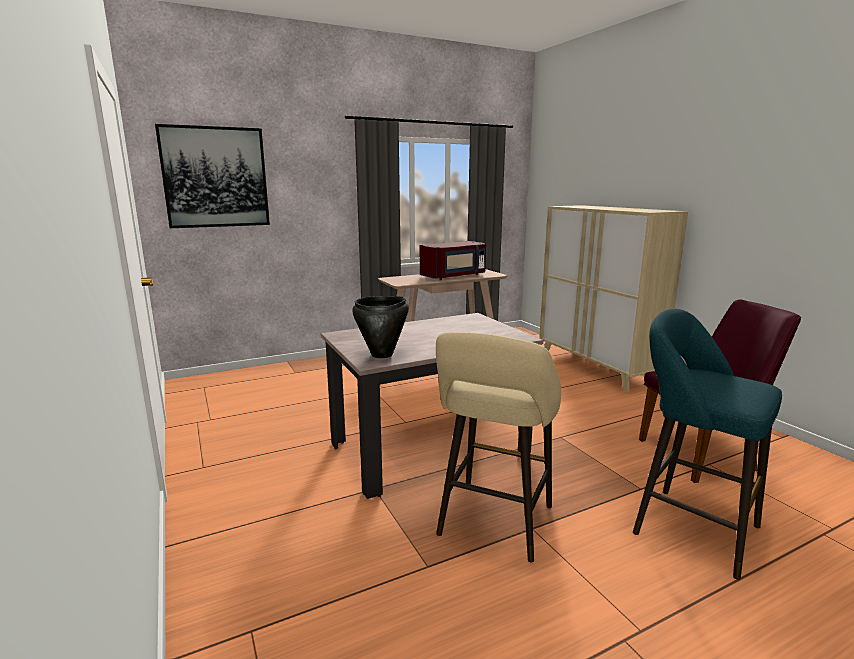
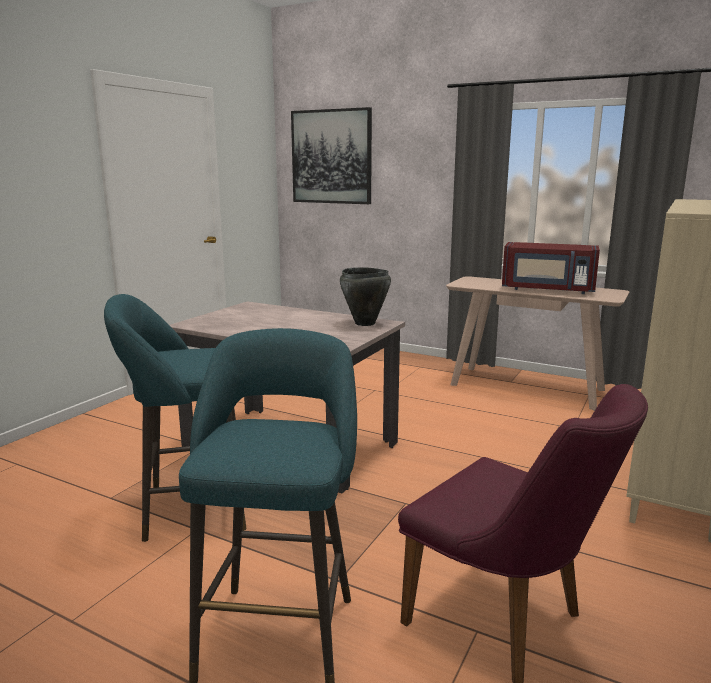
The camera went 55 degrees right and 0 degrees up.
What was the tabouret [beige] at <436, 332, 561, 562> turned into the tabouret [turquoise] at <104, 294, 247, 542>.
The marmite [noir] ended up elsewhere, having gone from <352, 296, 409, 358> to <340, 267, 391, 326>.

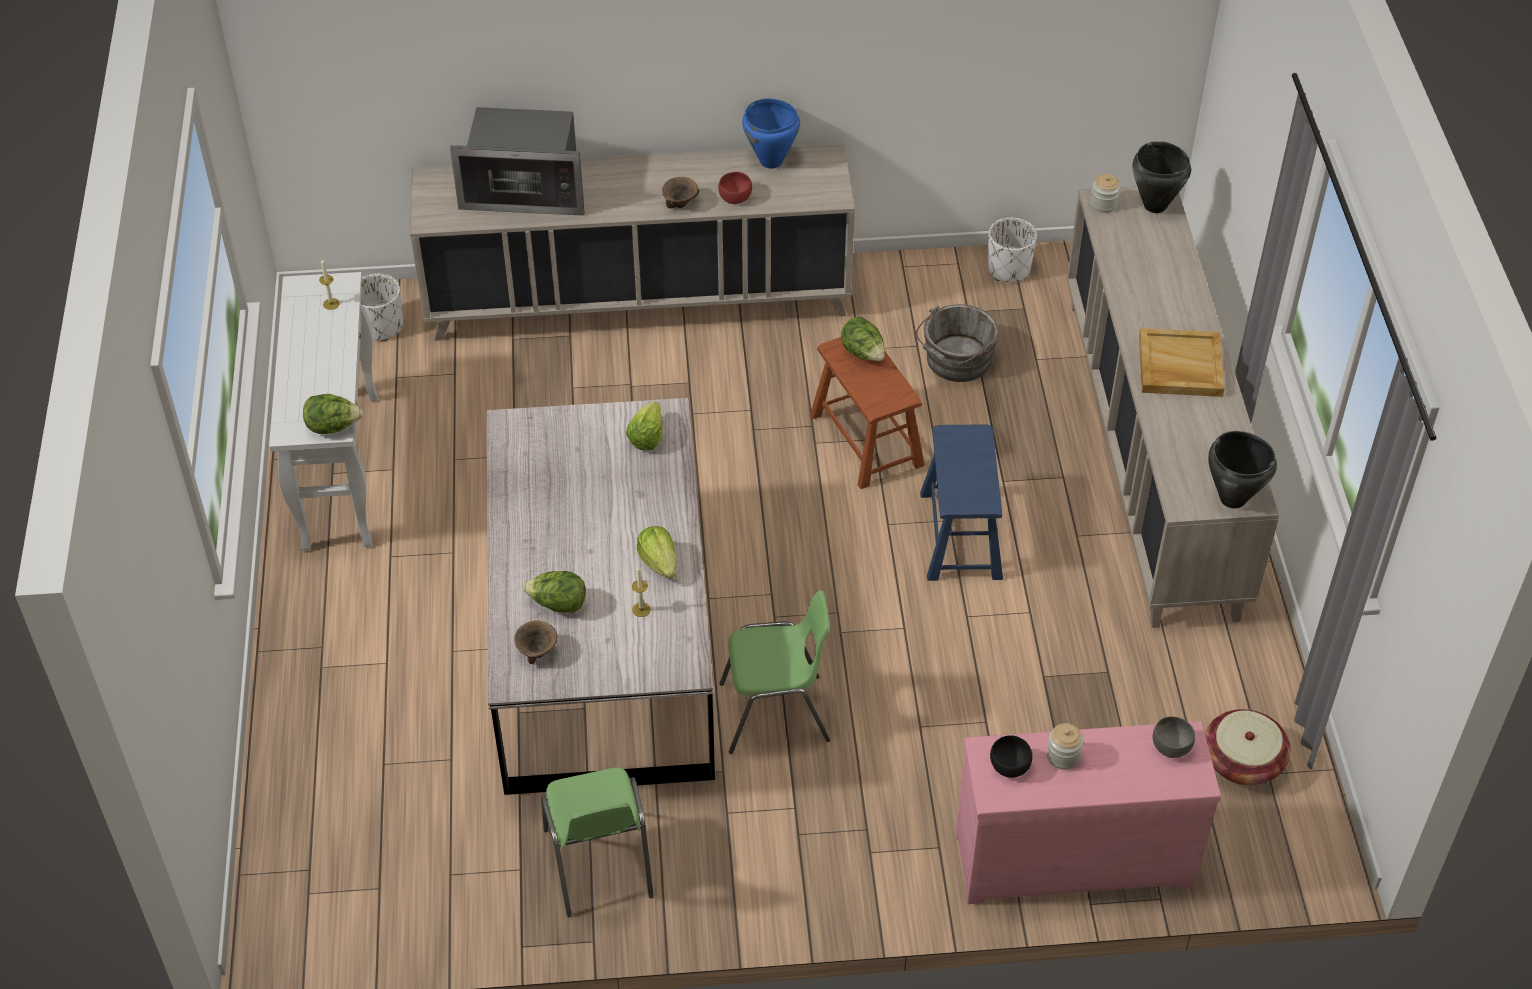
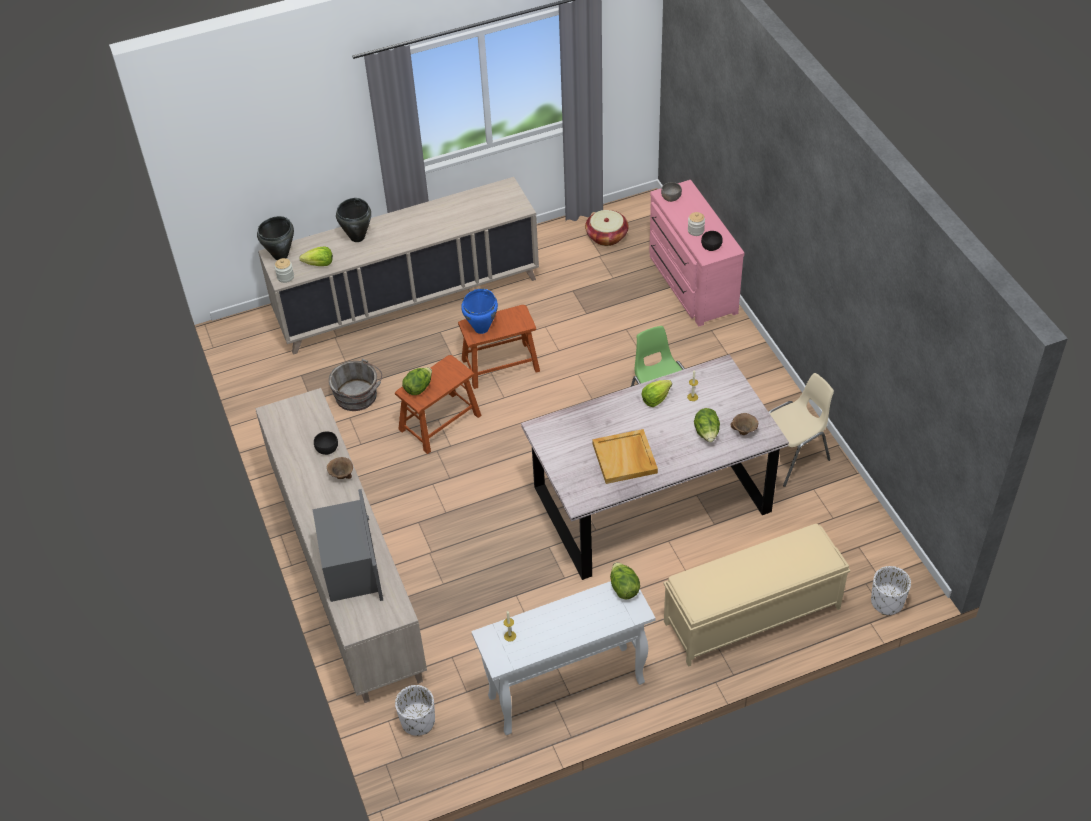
The camera went 105 degrees left and 0 degrees up.
The laitue ended up elsewhere, having gone from <626, 401, 663, 451> to <299, 247, 333, 266>.
What was the bol [rouge] at <718, 172, 752, 204> turned into the bol [noir] at <314, 431, 338, 455>.
The marmite [noir] ended up elsewhere, having gone from <1208, 431, 1277, 509> to <336, 198, 371, 242>.
What was the tabouret [bleu] at <920, 424, 1003, 581> turned into the tabouret [marron] at <458, 305, 540, 389>.
The marmite [bleu] ended up elsewhere, having gone from <742, 98, 800, 169> to <461, 289, 498, 334>.
The plateau [beige] ended up elsewhere, having gone from <1139, 328, 1225, 397> to <592, 429, 658, 484>.
The second view gained the banc [beige] at <663, 524, 850, 667>.
What was the chaise [vert] at <541, 767, 654, 917> turned into the chaise [beige] at <769, 373, 834, 487>.
The cache-pot [blanc] ended up elsewhere, having gone from <988, 217, 1037, 282> to <871, 566, 911, 615>.

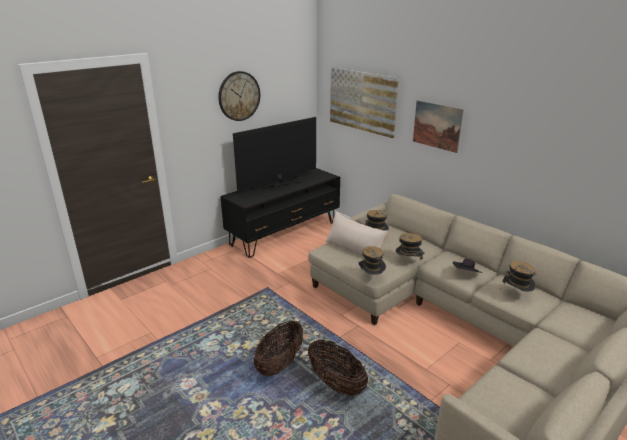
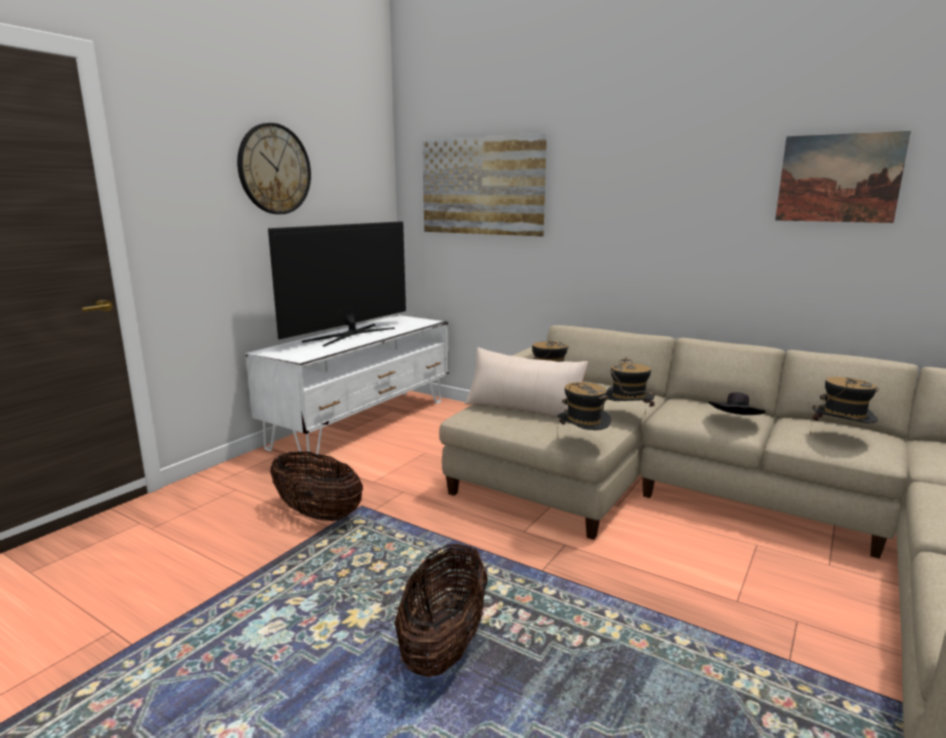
The camera went 15 degrees left and 10 degrees down.
What was the meuble télé [noir] at <220, 168, 340, 258> turned into the meuble télé [blanc] at <245, 315, 449, 461>.
The panier ended up elsewhere, having gone from <308, 339, 368, 396> to <270, 452, 363, 521>.
The tableau ended up elsewhere, having gone from <413, 100, 464, 153> to <775, 131, 911, 223>.

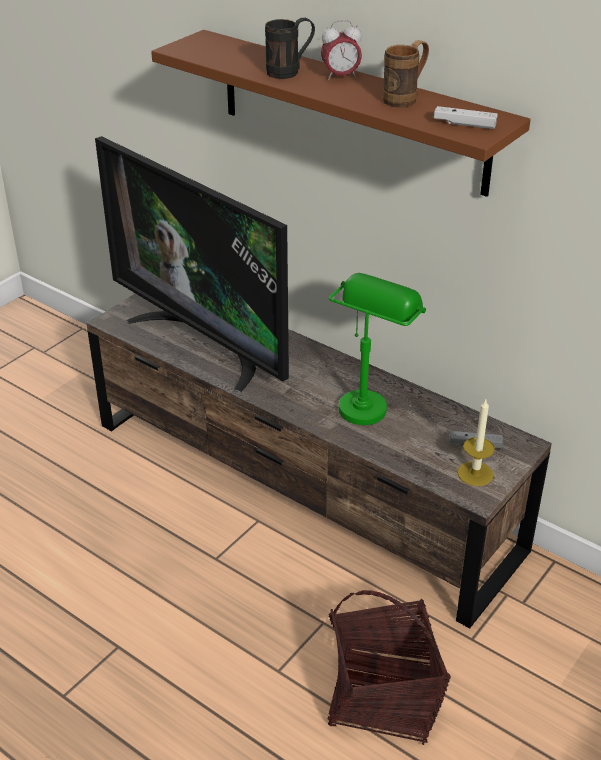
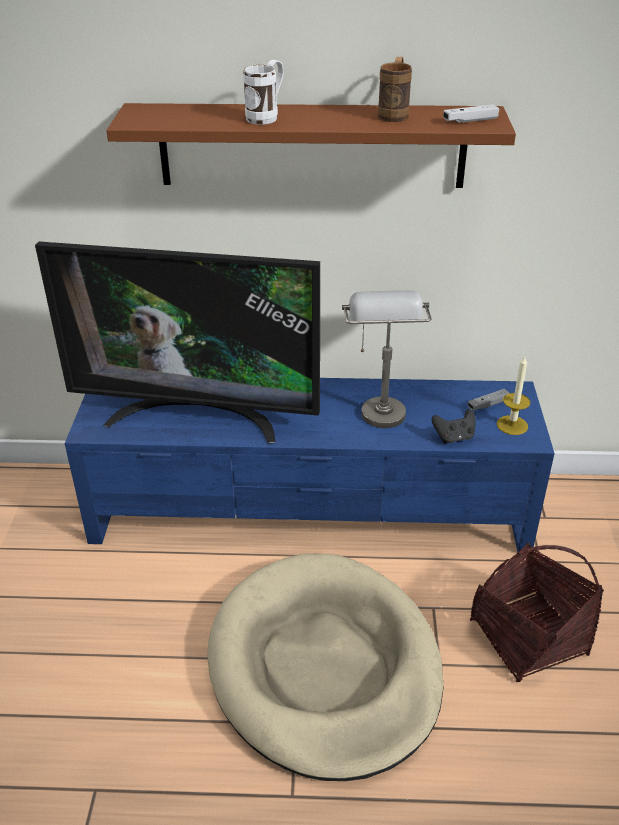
The camera went 35 degrees left and 0 degrees up.
What was the meuble télé [marron] at <86, 294, 552, 629> turned into the meuble télé [bleu] at <65, 378, 555, 553>.
The second view gained the panier pour chien [beige] at <207, 554, 444, 781>.
What was the mug [noir] at <265, 18, 315, 79> turned into the mug [blanc] at <243, 60, 284, 125>.
What was the lampe de table [vert] at <329, 273, 426, 425> turned into the lampe de table [gris] at <342, 290, 431, 428>.
The second view gained the manette [noir] at <432, 409, 475, 444>.
The second view lost the réveil at <321, 20, 362, 81>.

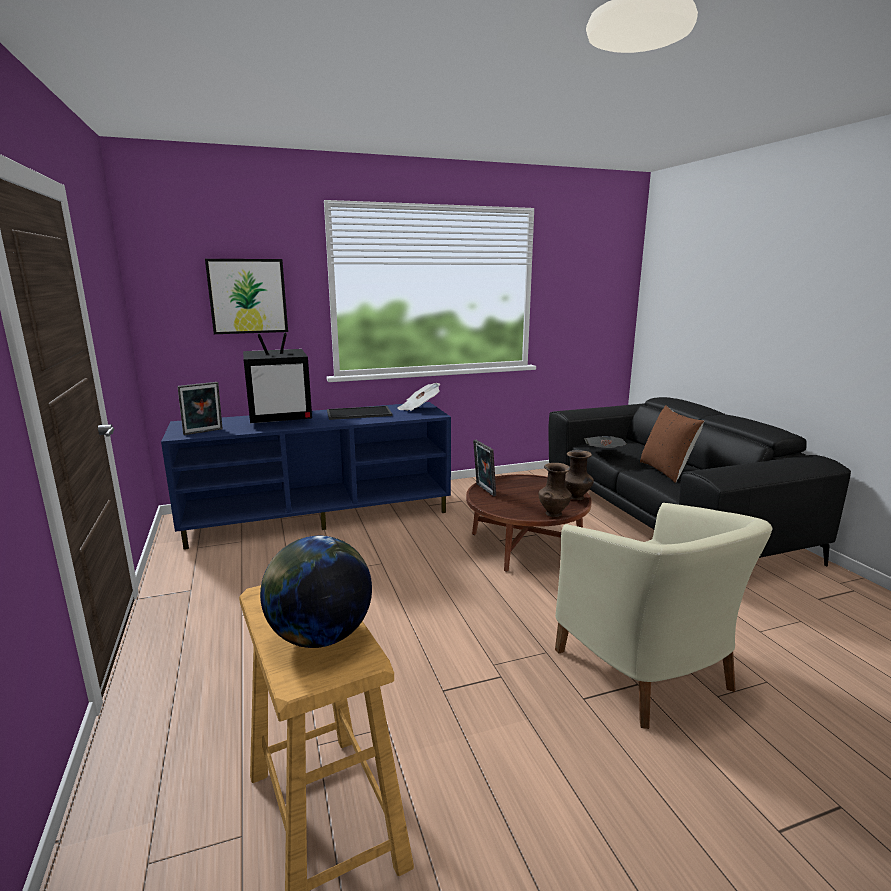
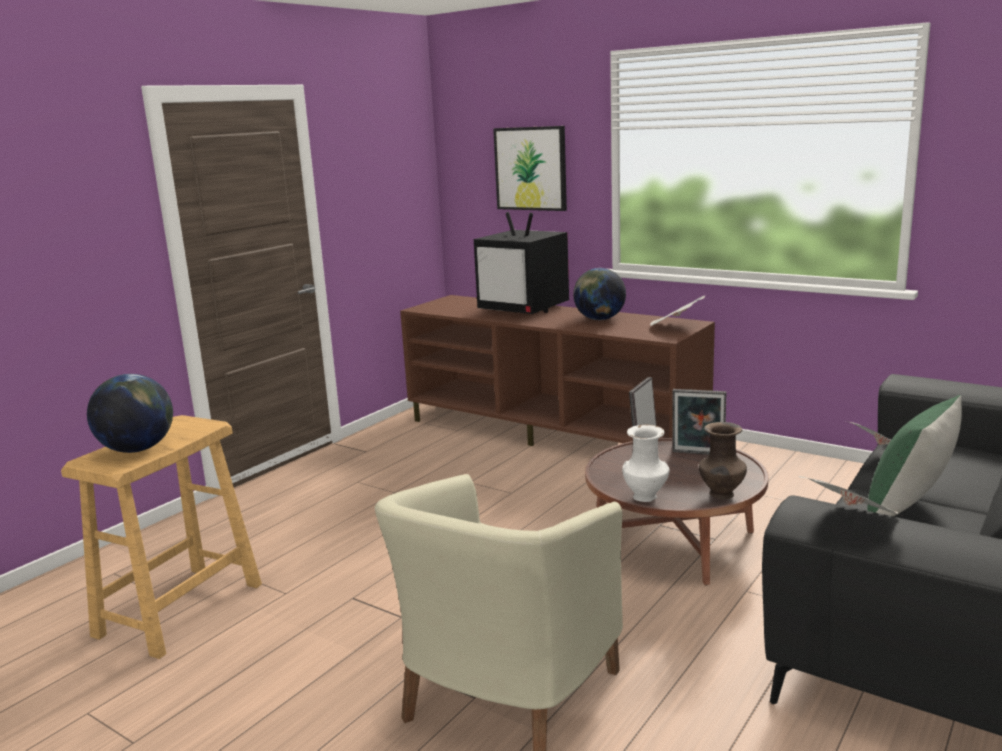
The camera went 55 degrees right and 0 degrees up.
What was the meuble télé [bleu] at <161, 402, 451, 550> turned into the meuble télé [marron] at <400, 295, 715, 446>.
Where the plateau stood at <327, 406, 392, 420>, the globe came to stand at <573, 268, 626, 320>.
What was the vase [marron] at <539, 463, 572, 517> turned into the vase [blanc] at <622, 425, 669, 502>.
The cadre photo ended up elsewhere, having gone from <177, 382, 223, 435> to <672, 389, 726, 455>.
The second view gained the journal at <798, 476, 901, 516>.
What was the coussin [marron] at <640, 405, 704, 483> turned into the coussin [vert] at <867, 395, 962, 516>.

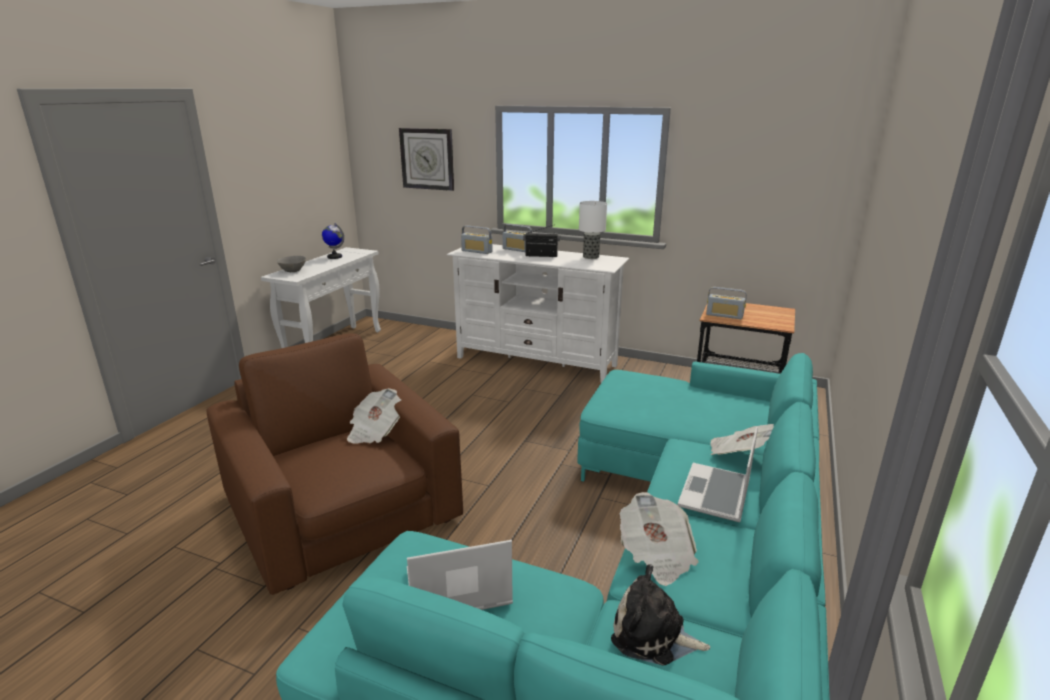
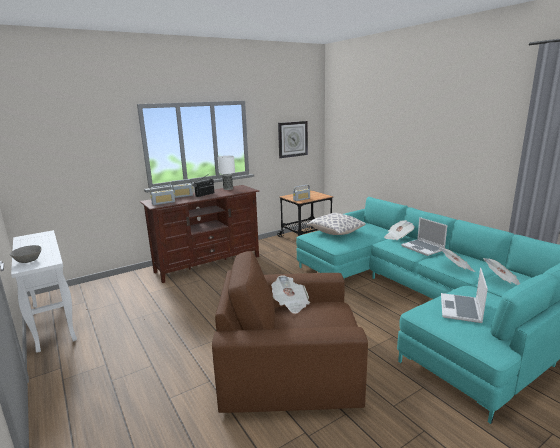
The camera went 55 degrees left and 5 degrees down.
What was the meuble télé [blanc] at <447, 244, 629, 383> turned into the meuble télé [marron] at <140, 185, 259, 283>.
The horloge murale ended up elsewhere, having gone from <399, 128, 454, 191> to <278, 121, 308, 158>.
The second view gained the coussin at <307, 213, 366, 235>.
Where the peluche stood at <611, 564, 711, 665>, the journal came to stand at <483, 258, 521, 285>.
The second view lost the globe at <322, 223, 344, 259>.

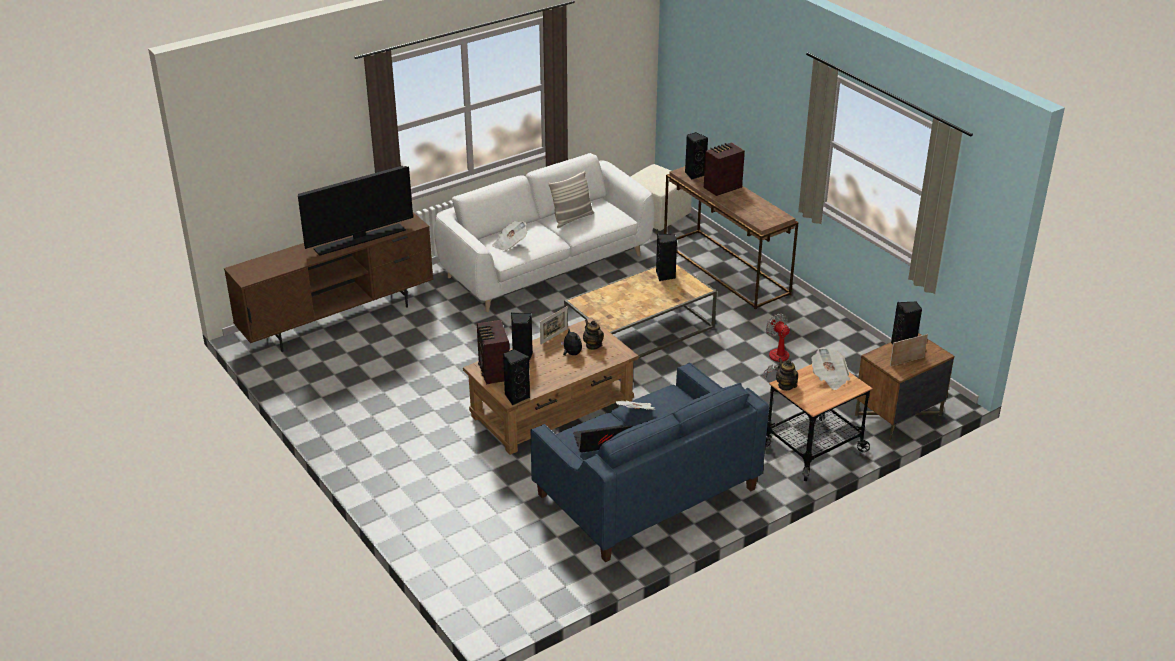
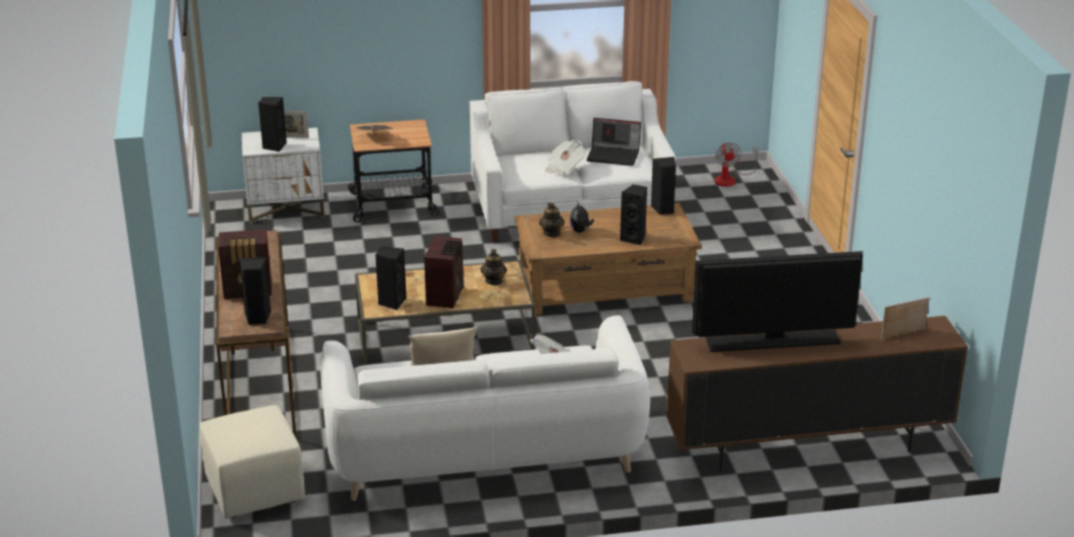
The camera went 155 degrees left and 5 degrees down.
What was the table de chevet [marron] at <855, 333, 954, 441> turned into the table de chevet [blanc] at <242, 128, 325, 223>.
The radio ended up elsewhere, having gone from <477, 320, 509, 384> to <424, 236, 464, 309>.
What was the canapé [bleu] at <531, 362, 769, 562> turned into the canapé [blanc] at <469, 81, 676, 243>.
The théière ended up elsewhere, having gone from <776, 358, 798, 391> to <480, 249, 507, 285>.
The ventilateur ended up elsewhere, having gone from <763, 314, 790, 379> to <714, 142, 759, 187>.
The cadre photo ended up elsewhere, having gone from <540, 306, 568, 345> to <881, 297, 929, 339>.

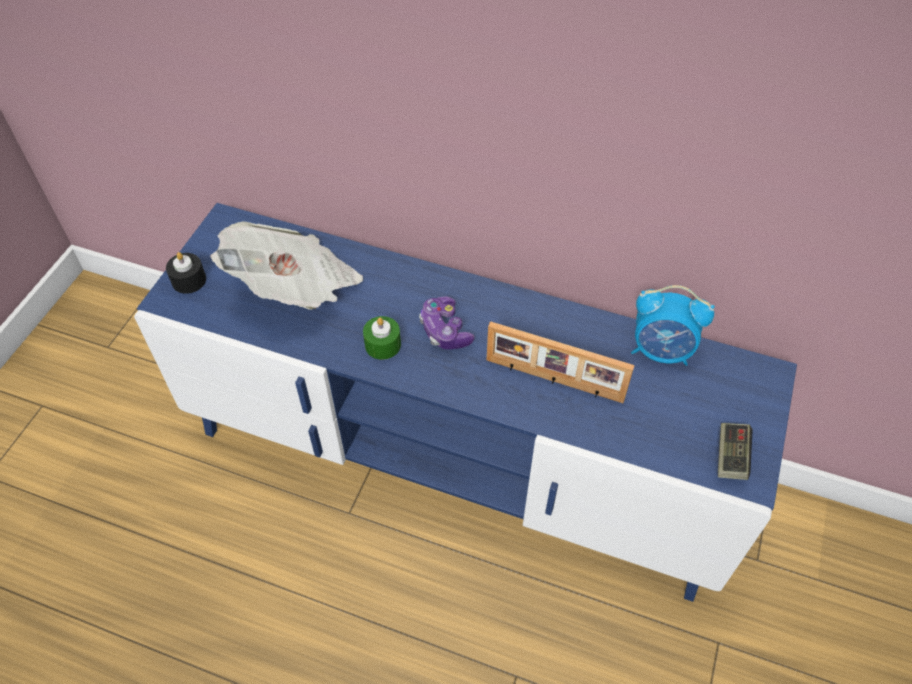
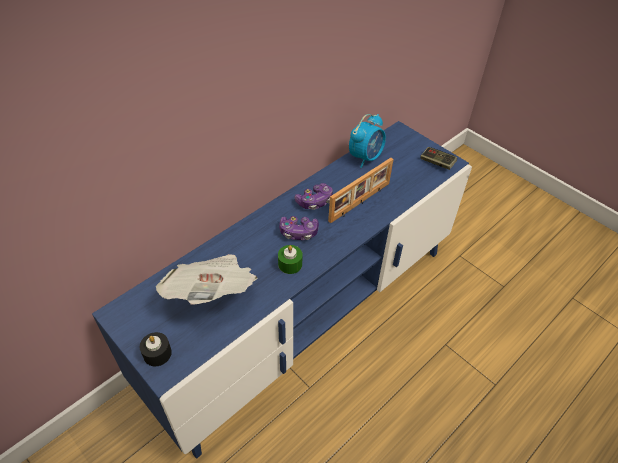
The camera went 65 degrees left and 5 degrees down.
The second view gained the manette at <294, 183, 333, 210>.

